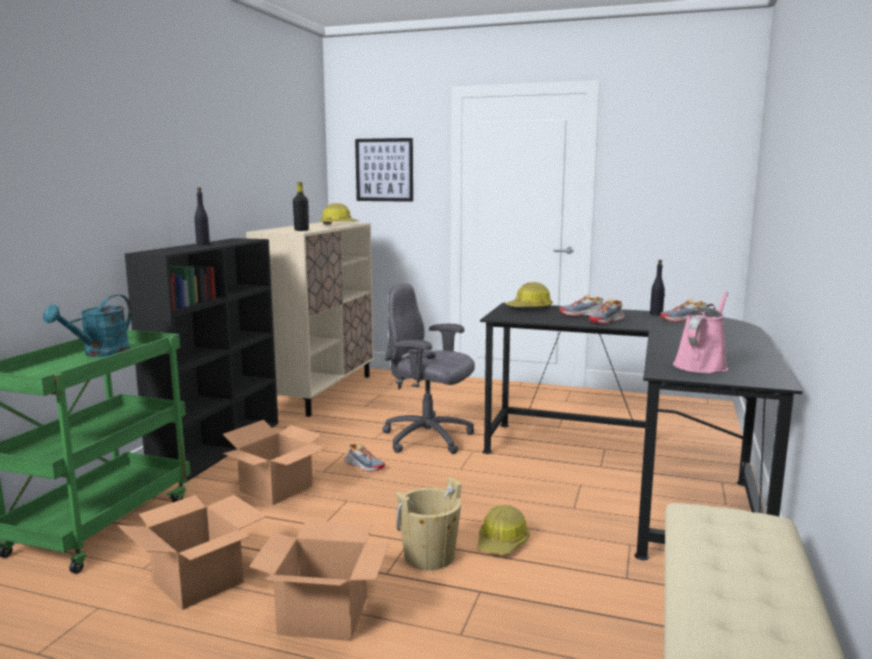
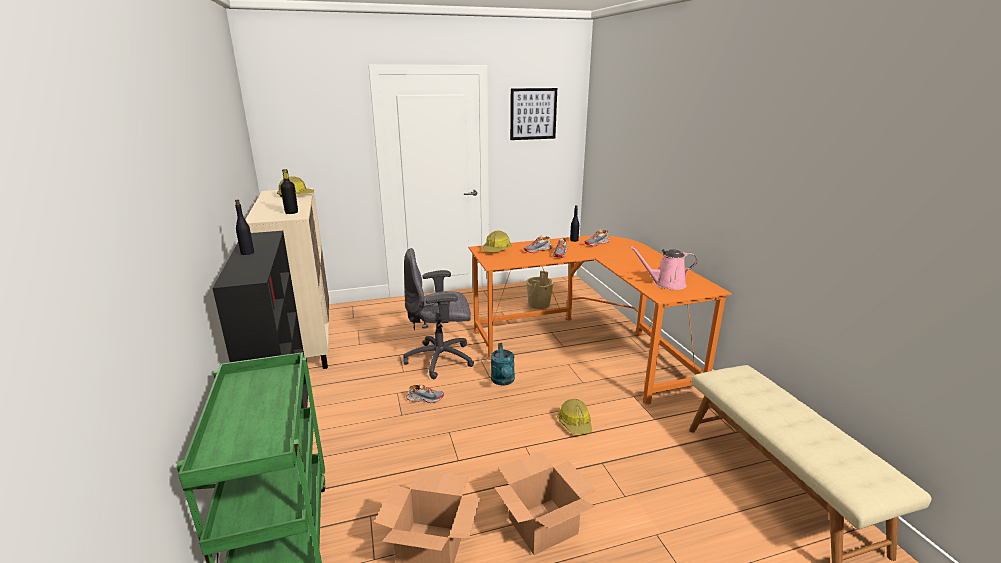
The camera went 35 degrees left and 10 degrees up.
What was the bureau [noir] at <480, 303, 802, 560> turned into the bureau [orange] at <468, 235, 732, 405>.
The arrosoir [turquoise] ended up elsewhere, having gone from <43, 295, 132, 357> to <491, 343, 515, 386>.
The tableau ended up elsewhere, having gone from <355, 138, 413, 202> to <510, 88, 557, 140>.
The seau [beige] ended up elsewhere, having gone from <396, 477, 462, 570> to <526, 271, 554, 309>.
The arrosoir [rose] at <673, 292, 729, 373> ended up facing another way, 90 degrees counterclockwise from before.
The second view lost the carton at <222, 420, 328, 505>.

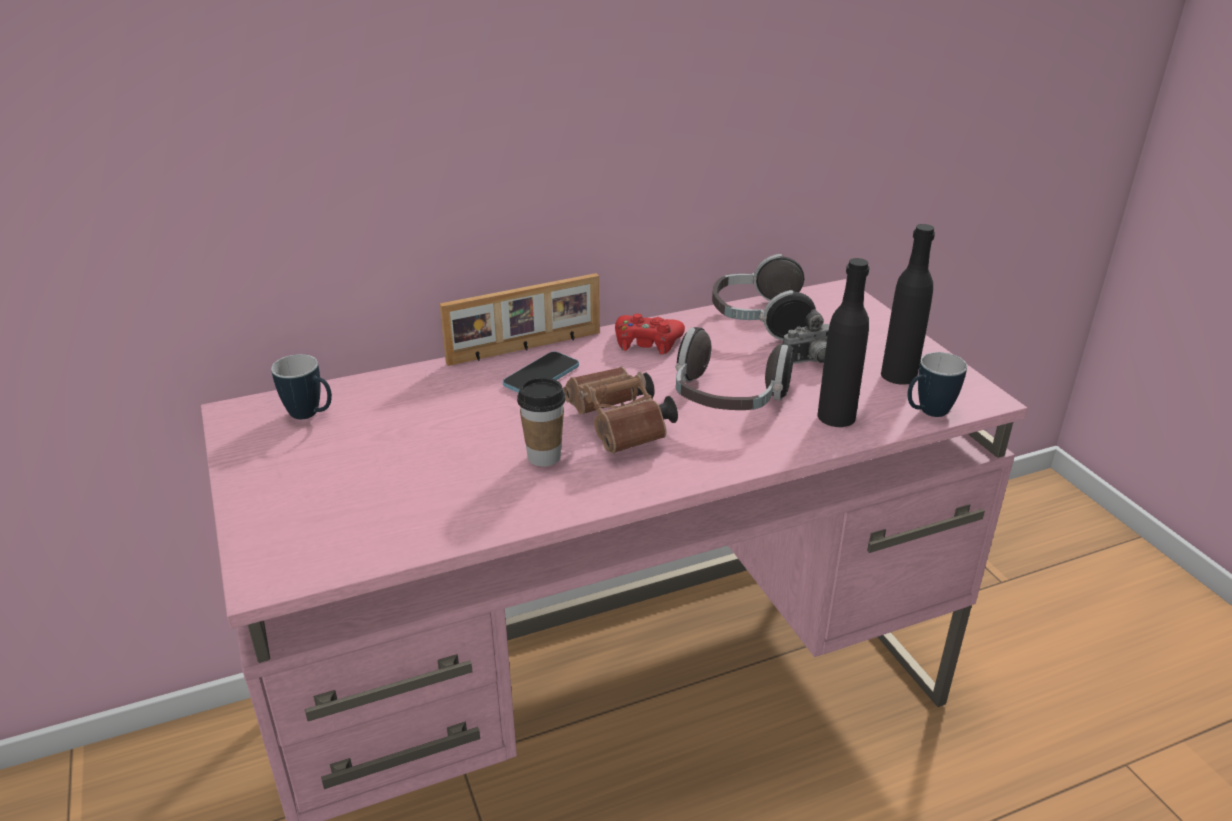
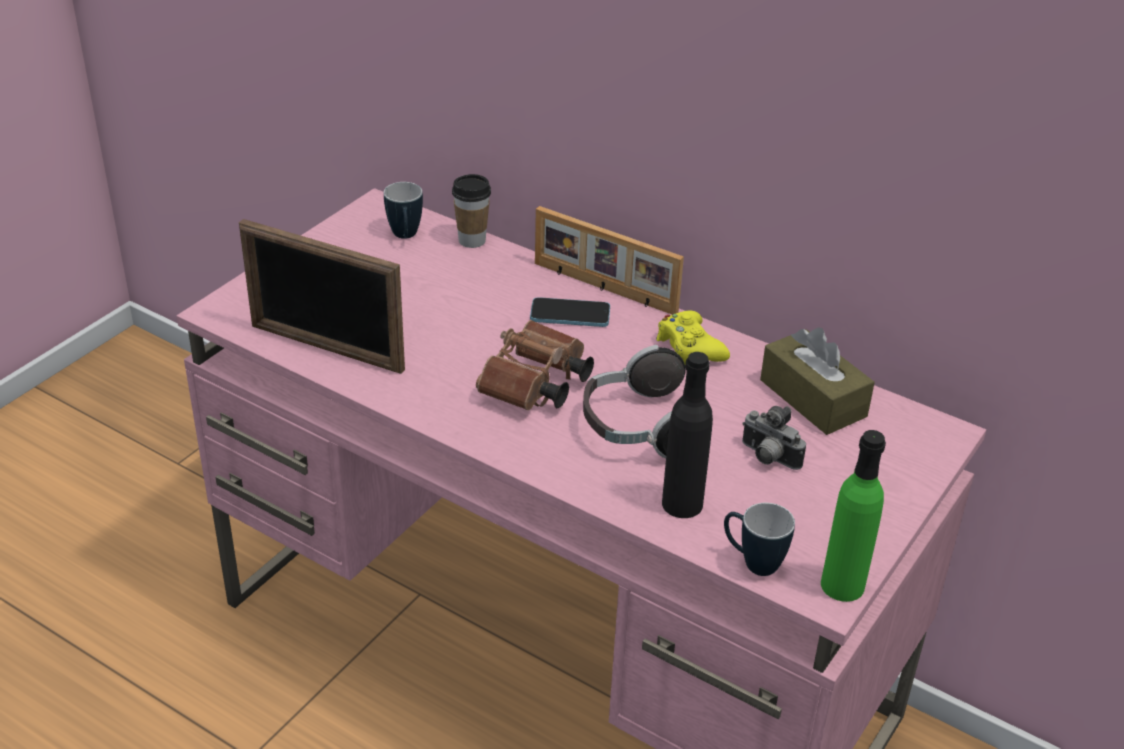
The camera went 55 degrees right and 5 degrees up.
The second view gained the cadre photo at <239, 219, 405, 374>.
The tasse ended up elsewhere, having gone from <517, 377, 566, 467> to <452, 174, 491, 248>.
What was the manette [rouge] at <615, 313, 685, 355> turned into the manette [jaune] at <656, 311, 730, 364>.
Where the casque audio stood at <712, 254, 816, 341>, the boîte à mouchoirs [marron] came to stand at <760, 327, 875, 435>.
The second view gained the bouteille [vert] at <821, 430, 886, 602>.
The second view lost the bouteille [noir] at <881, 224, 935, 385>.

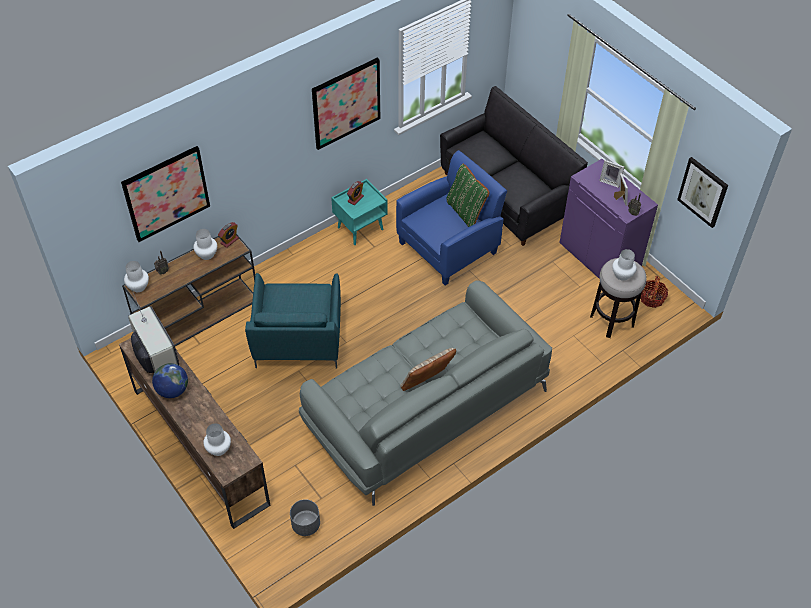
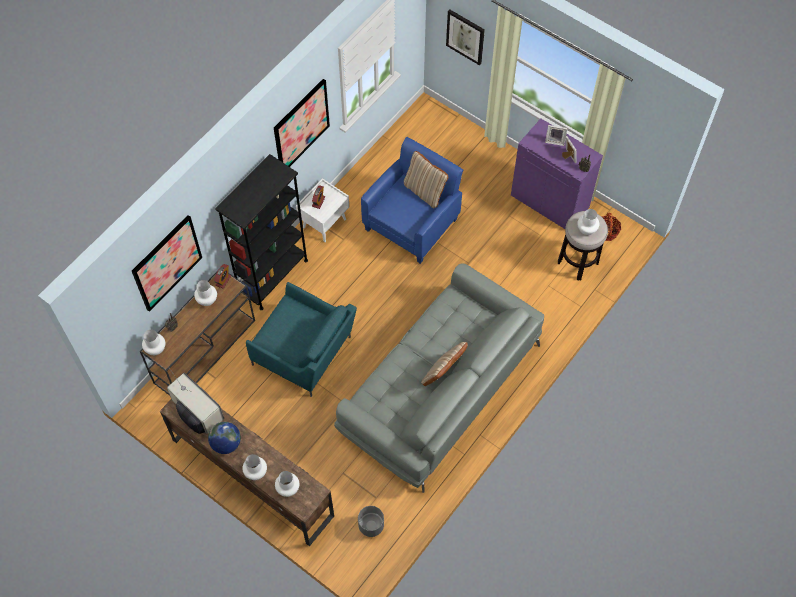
The camera went 15 degrees left and 10 degrees up.
The second view gained the bibliothèque [noir] at <215, 154, 308, 310>.
The second view gained the vase [blanc] at <242, 454, 267, 480>.
The fauteuil [turquoise] at <245, 273, 341, 369> ended up facing another way, 45 degrees counterclockwise from before.
What was the table de chevet [turquoise] at <331, 179, 388, 245> turned into the table de chevet [blanc] at <296, 178, 349, 242>.
What was the coussin [vert] at <446, 164, 489, 227> turned into the coussin [beige] at <404, 151, 448, 209>.
The tableau ended up elsewhere, having gone from <677, 157, 728, 228> to <446, 9, 485, 65>.
The second view lost the canapé [noir] at <440, 86, 588, 246>.

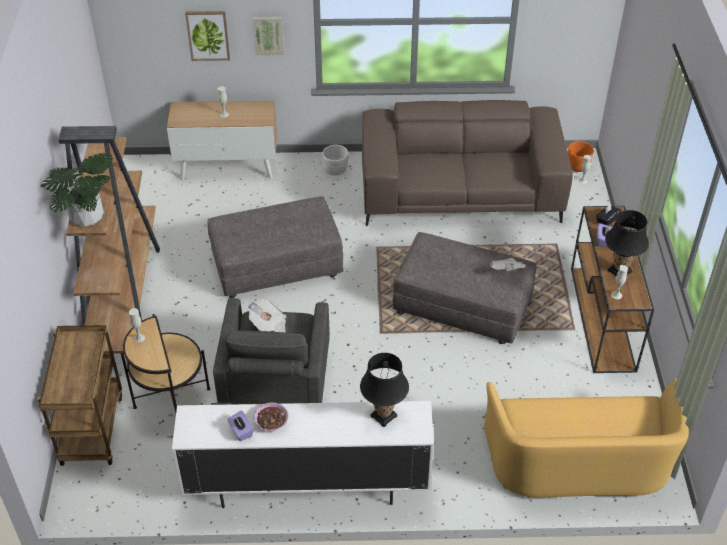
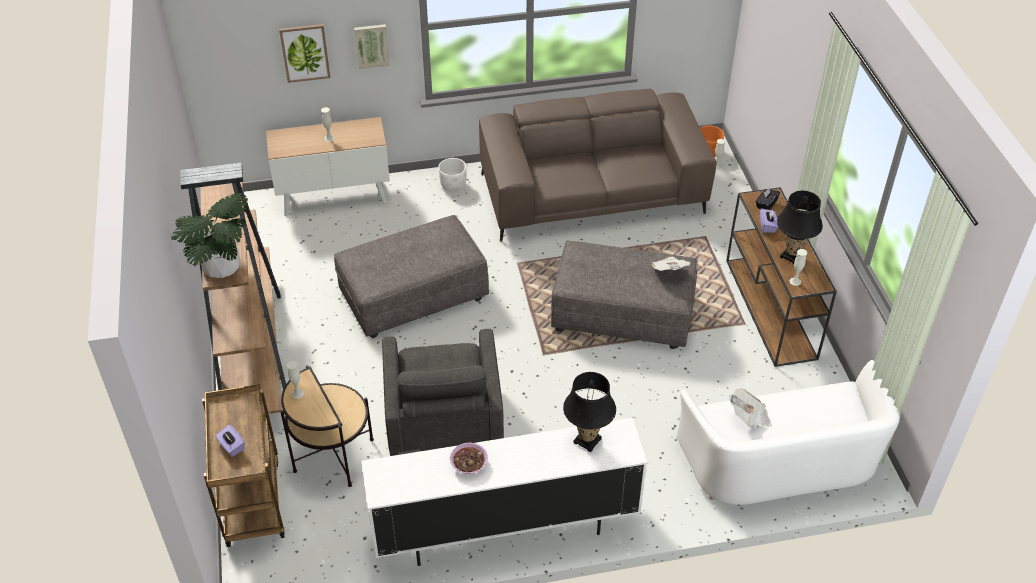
The camera went 10 degrees left and 0 degrees up.
The boîte à mouchoirs [violet] ended up elsewhere, having gone from <227, 410, 254, 441> to <215, 425, 245, 457>.
What was the canapé [jaune] at <484, 379, 689, 497> turned into the canapé [blanc] at <676, 360, 900, 505>.
The journal ended up elsewhere, having gone from <248, 298, 286, 332> to <729, 389, 772, 428>.

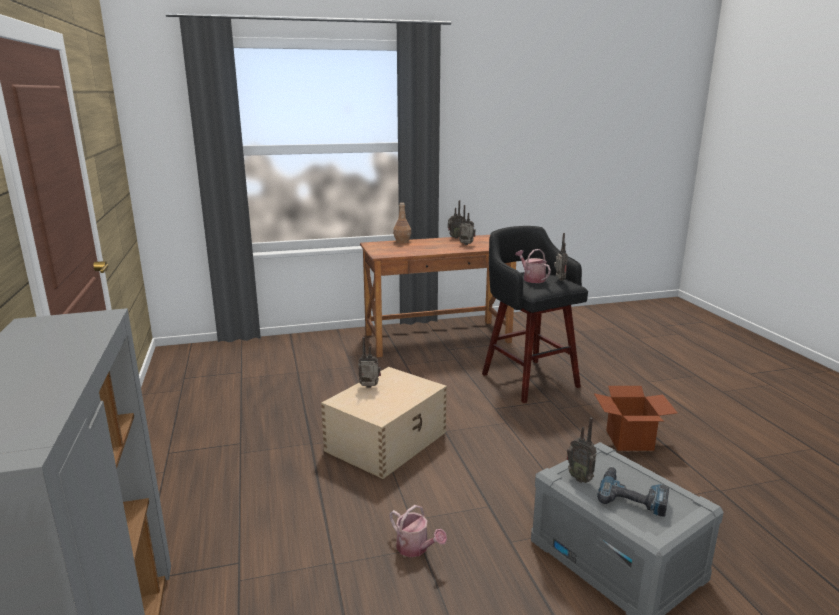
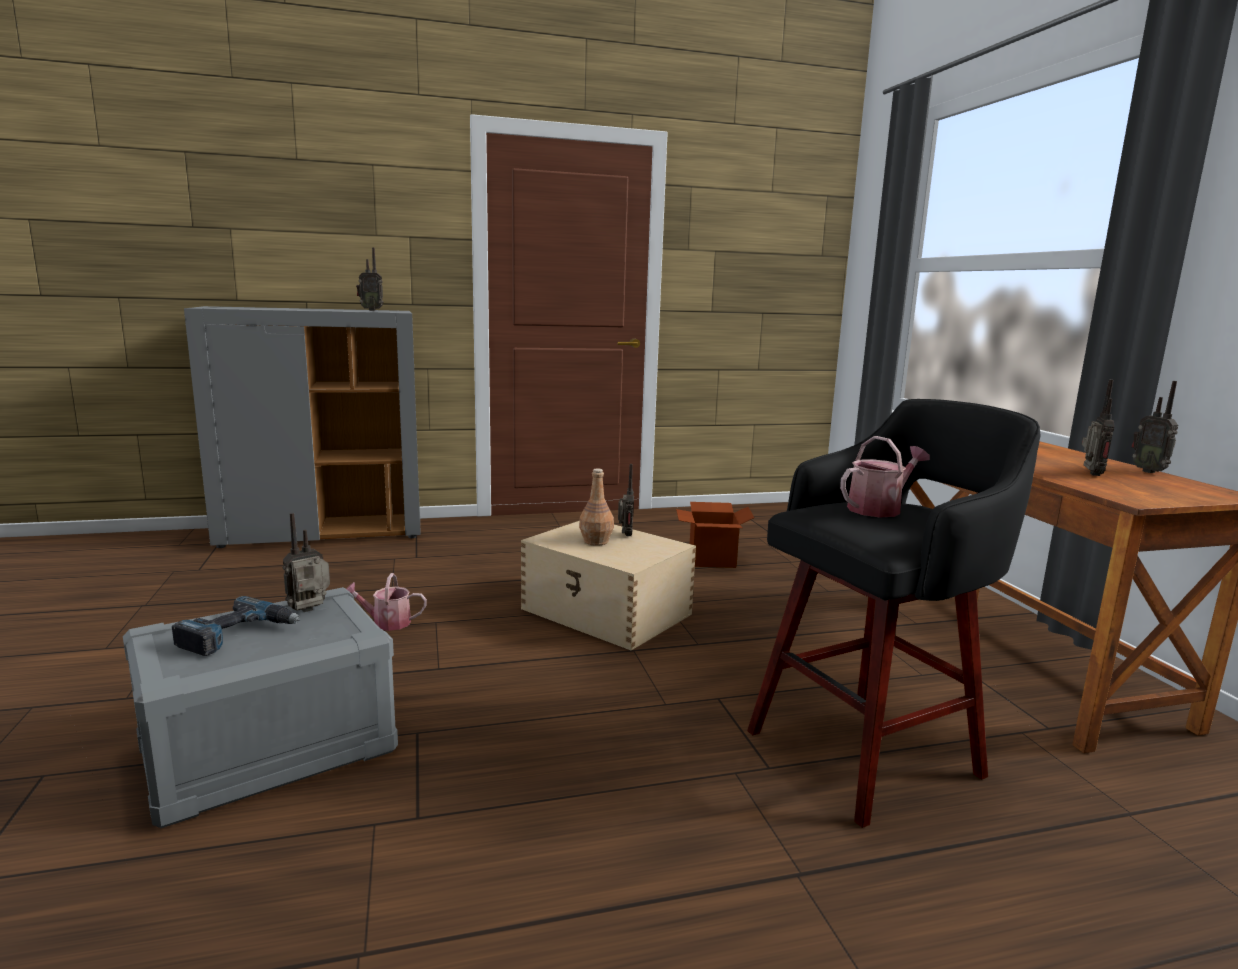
The camera went 90 degrees right and 5 degrees down.
The arrosoir at <389, 505, 447, 557> ended up facing another way, 45 degrees clockwise from before.
The radio ended up elsewhere, having gone from <554, 233, 568, 281> to <356, 247, 384, 311>.
The bouteille [marron] ended up elsewhere, having gone from <393, 203, 411, 243> to <579, 468, 614, 546>.
The carton ended up elsewhere, having gone from <594, 386, 678, 451> to <676, 502, 755, 568>.

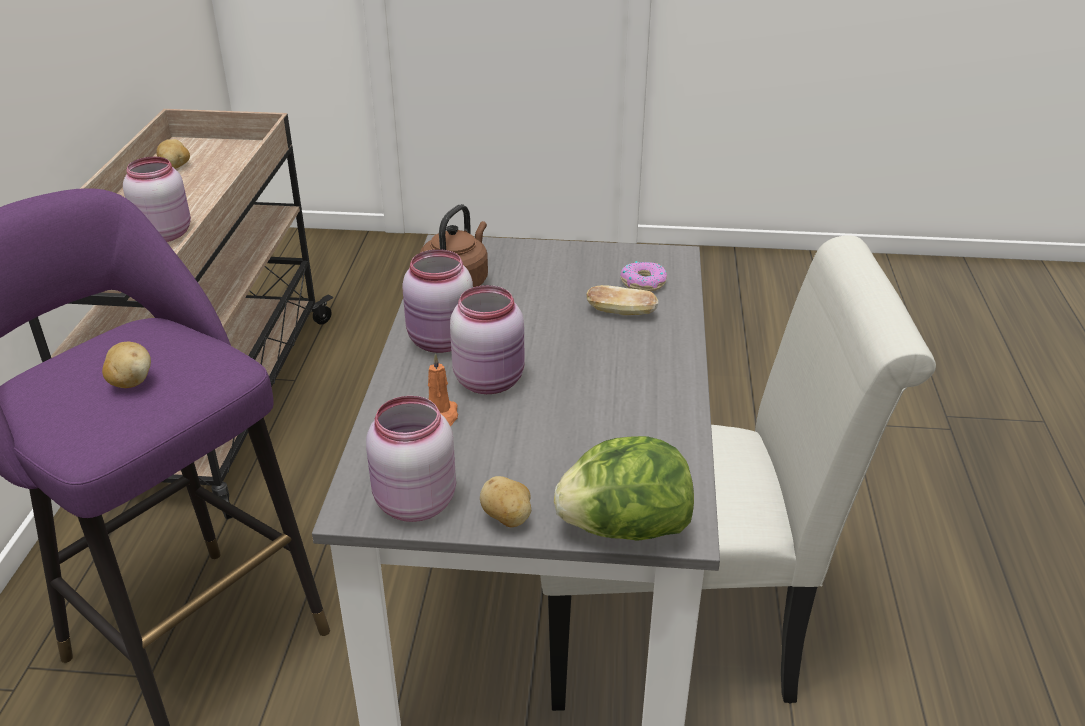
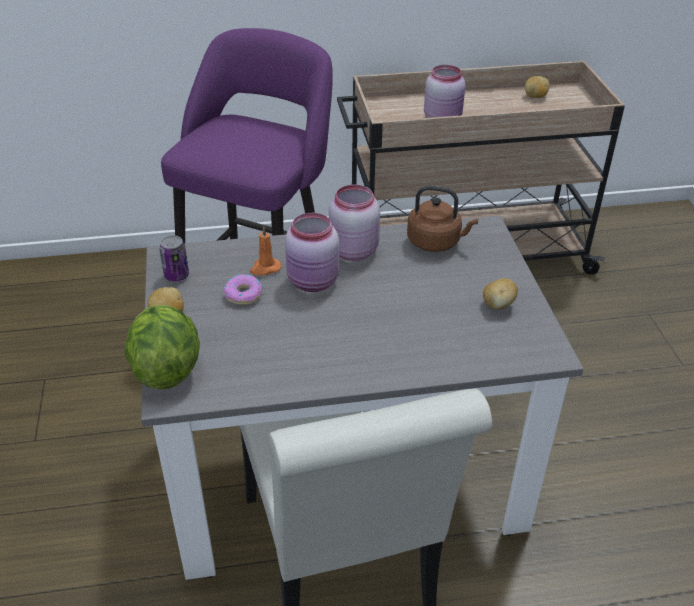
The camera went 75 degrees right and 5 degrees up.
Where the bocal [rose] stood at <366, 396, 456, 522>, the boîte métallique came to stand at <159, 235, 189, 282>.
The beignet ended up elsewhere, having gone from <620, 261, 667, 292> to <224, 274, 262, 305>.
The pomme de terre ended up elsewhere, having gone from <102, 342, 151, 388> to <483, 278, 518, 310>.
The second view lost the pain at <587, 285, 658, 315>.

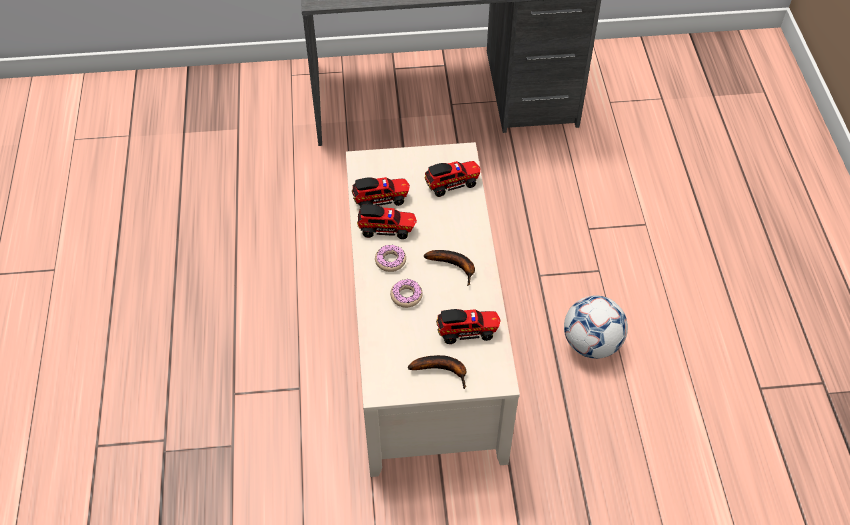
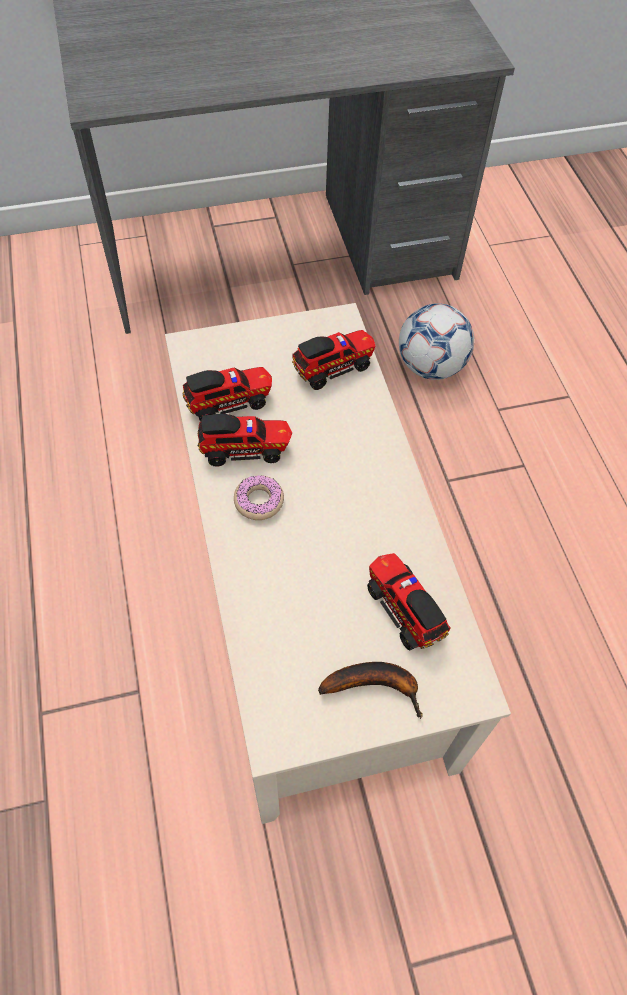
The camera went 10 degrees left and 5 degrees up.
The camion jouet at <436, 309, 501, 344> ended up facing another way, 105 degrees counterclockwise from before.
The ballon de foot ended up elsewhere, having gone from <564, 296, 628, 359> to <399, 303, 474, 380>.
The second view lost the beignet at <390, 279, 423, 308>.
The second view lost the banane at <424, 250, 475, 286>.

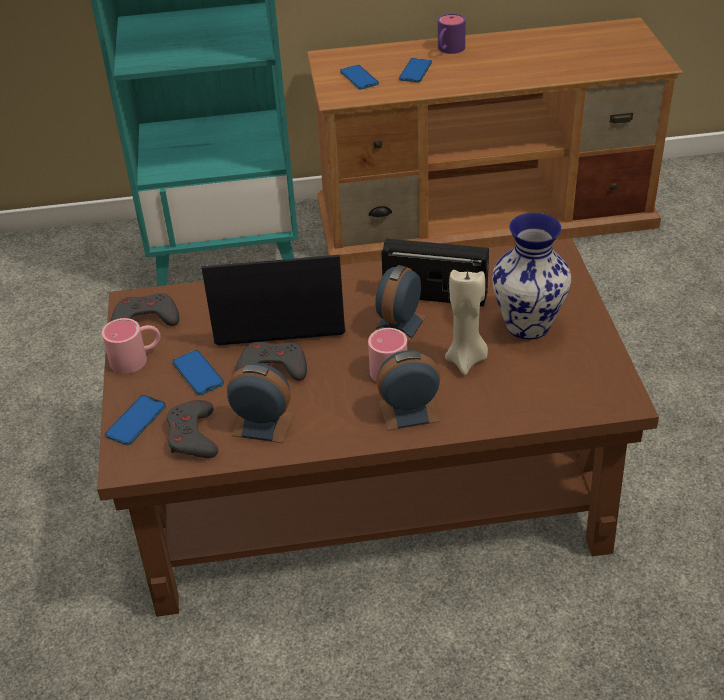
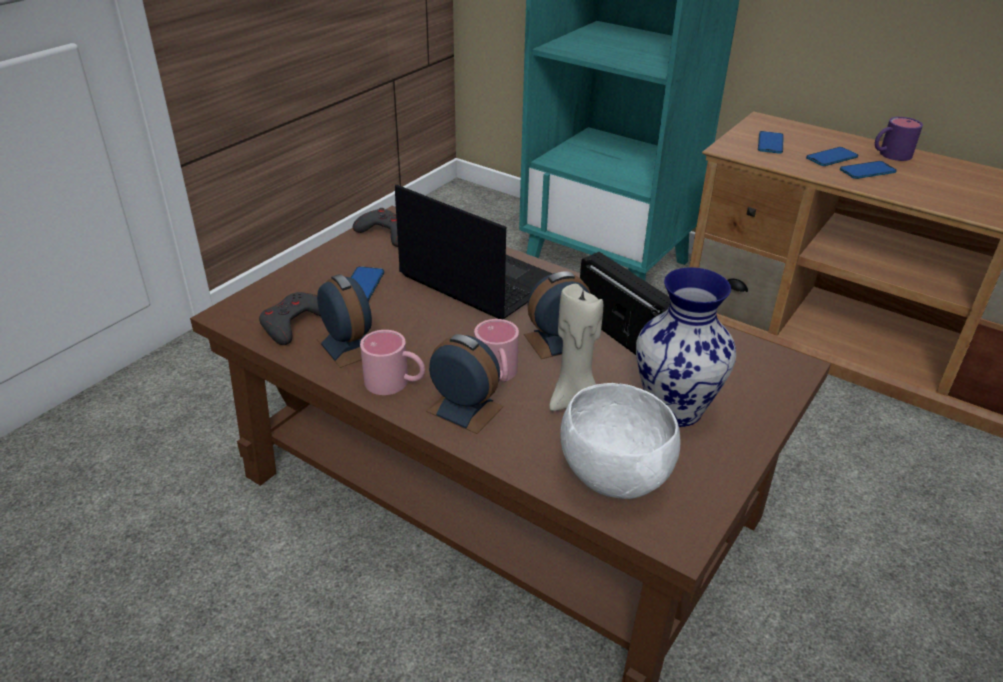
The camera went 40 degrees right and 5 degrees down.
The mug [rose] ended up elsewhere, having gone from <102, 318, 161, 374> to <360, 330, 425, 395>.
The second view gained the bol [blanc] at <560, 383, 680, 499>.
The téléphone ended up elsewhere, having gone from <105, 395, 166, 445> to <840, 161, 897, 179>.
The second view lost the manette [gris] at <236, 342, 307, 381>.

